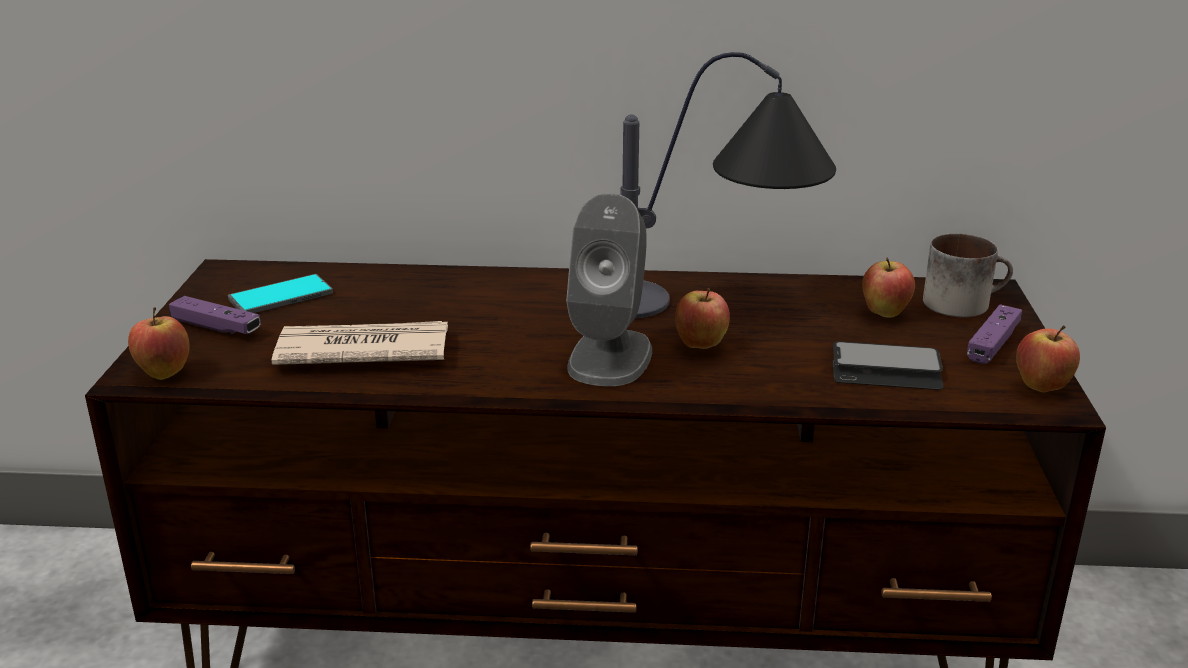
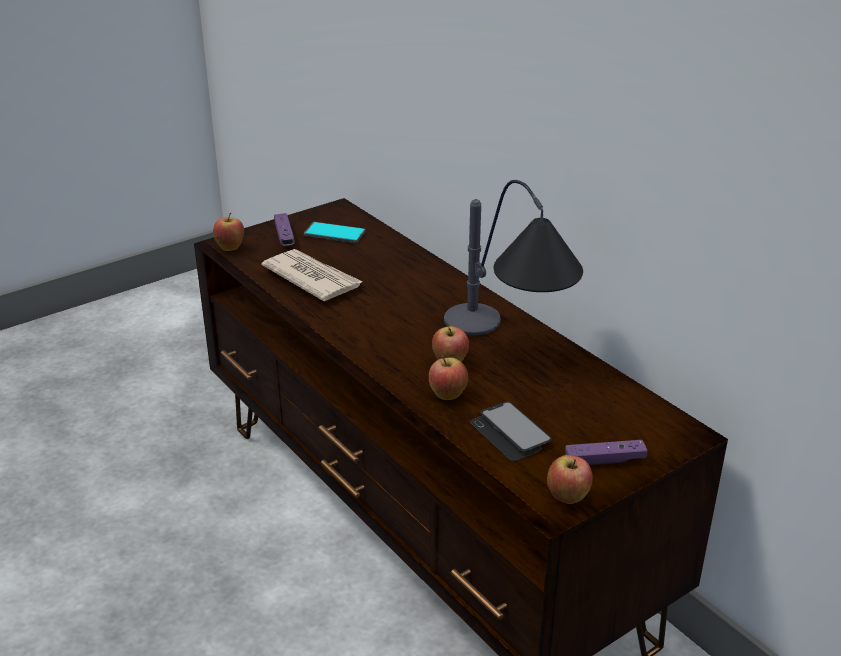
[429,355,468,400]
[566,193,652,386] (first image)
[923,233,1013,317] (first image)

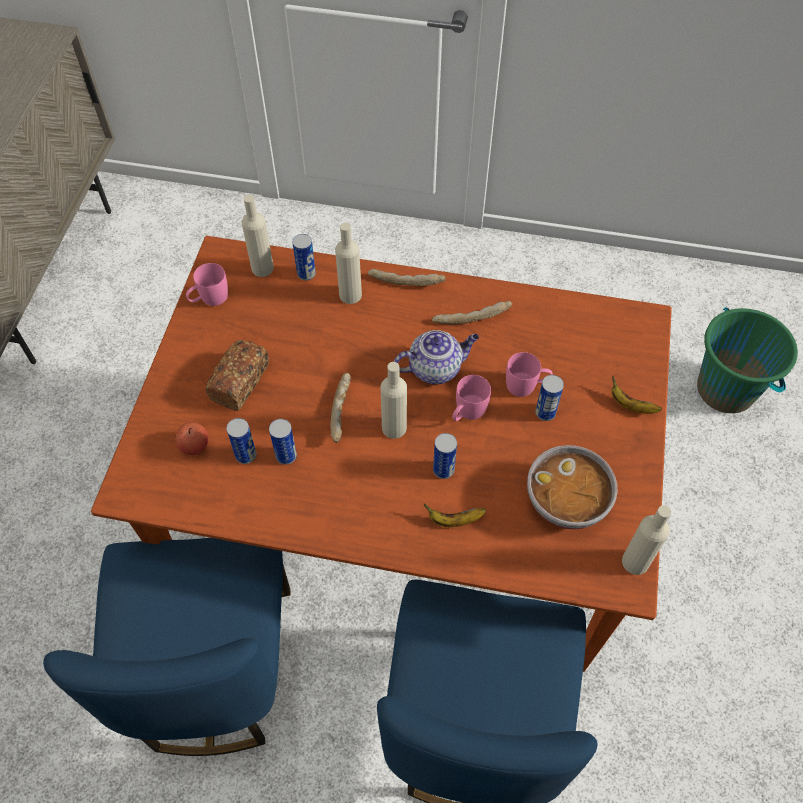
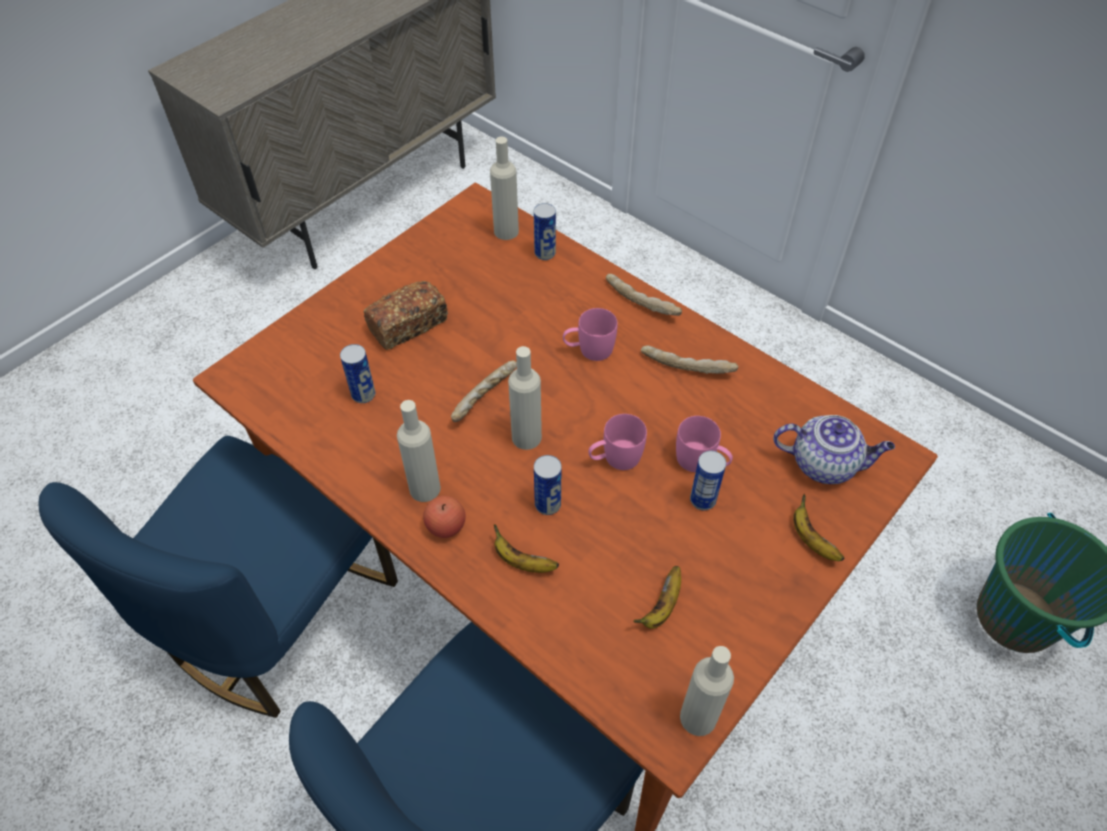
[397,400,441,502]
[423,496,466,538]
[563,308,617,361]
[633,566,681,629]
[773,415,895,484]
[269,419,297,465] (first image)

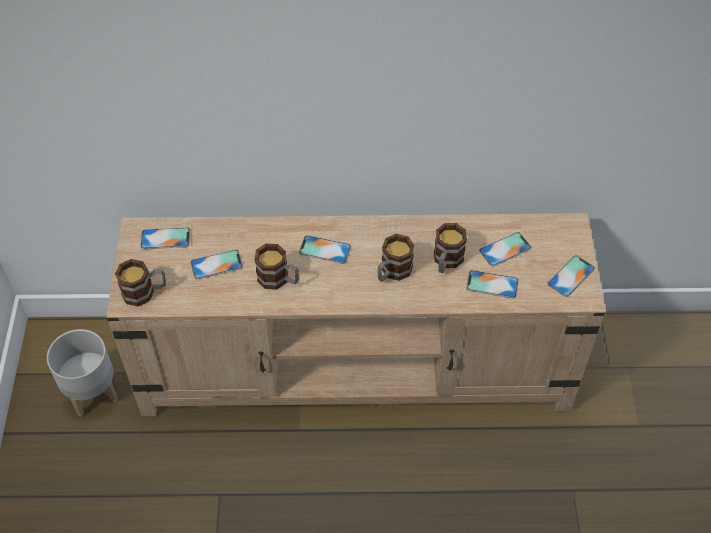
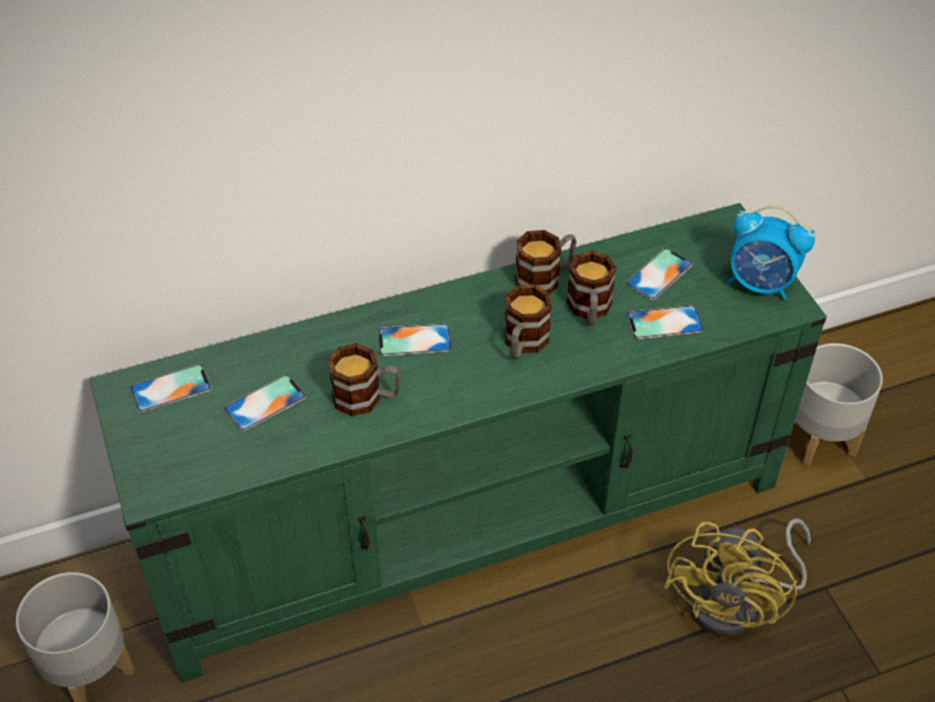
[90,203,827,683]
[515,230,577,294]
[664,518,811,636]
[727,205,815,301]
[794,343,883,467]

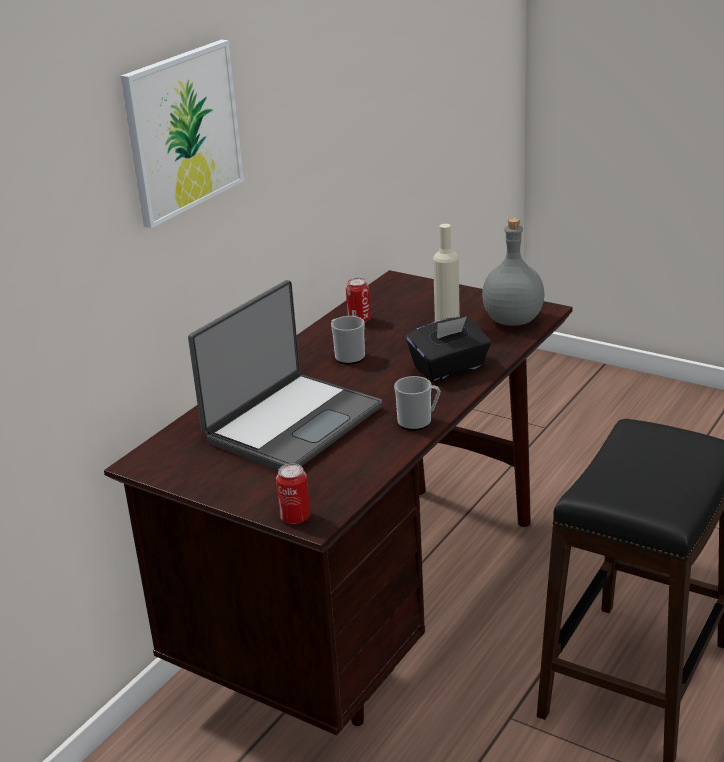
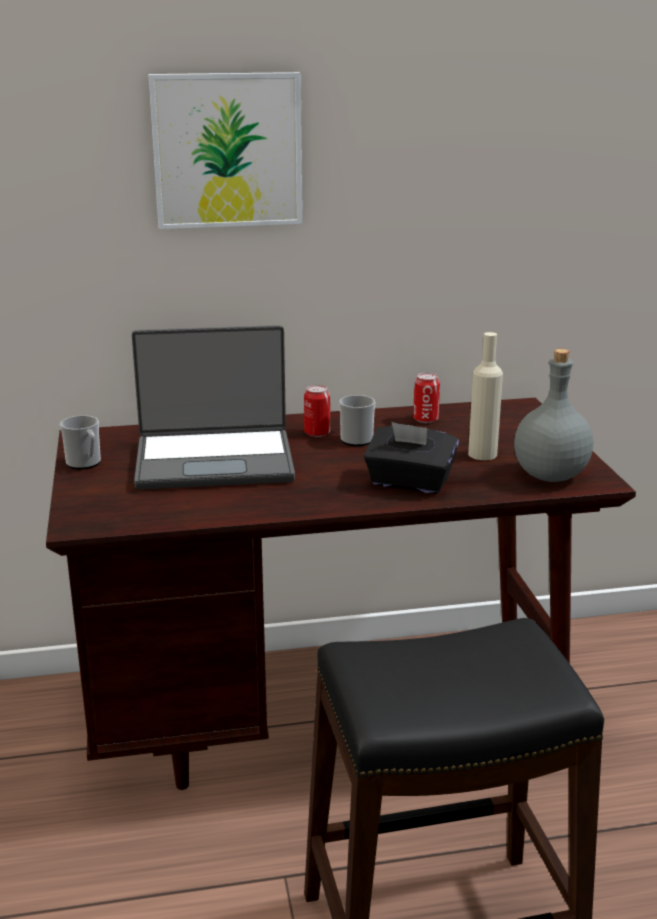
[60,415,101,470]
[304,385,330,437]

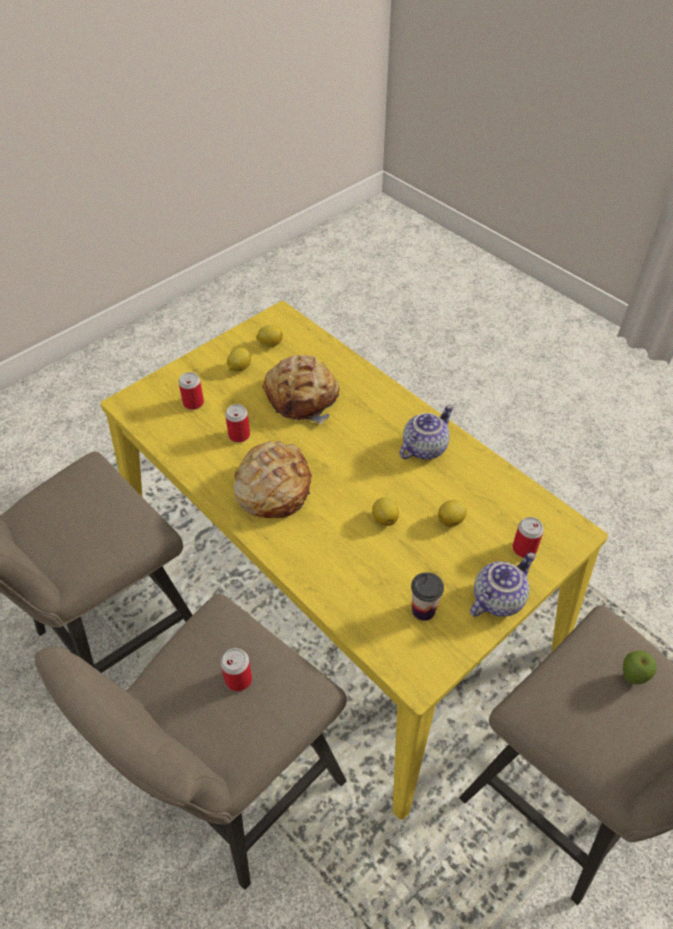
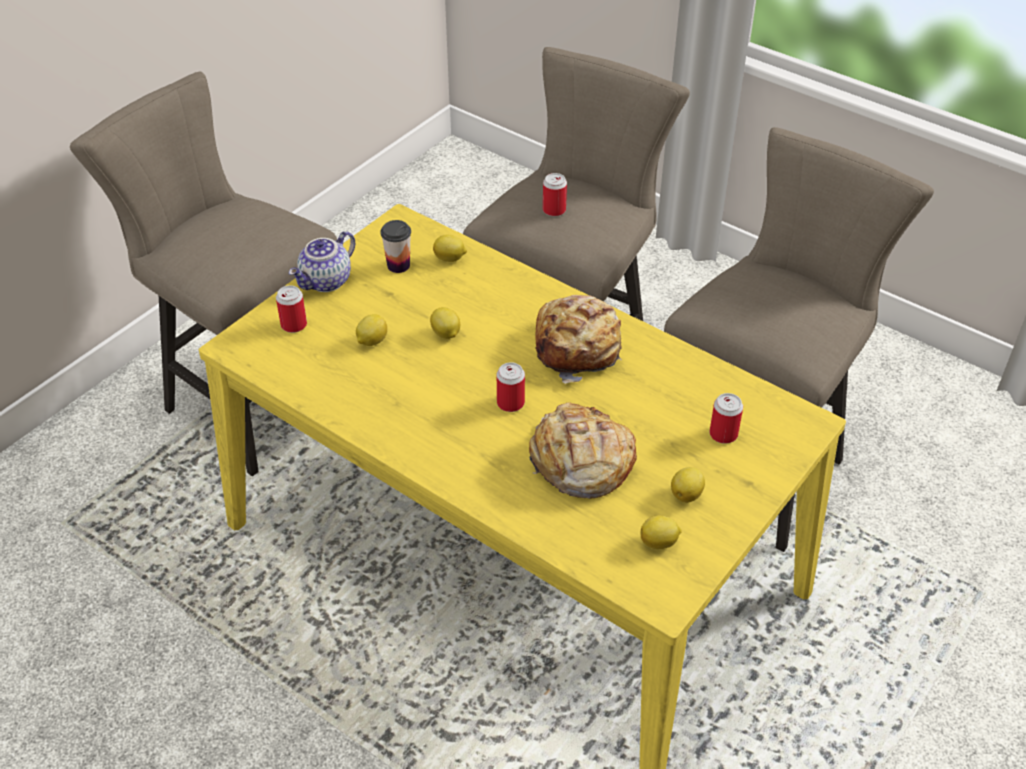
[433,235,467,262]
[497,362,525,412]
[399,405,454,459] (first image)
[623,650,657,685] (first image)

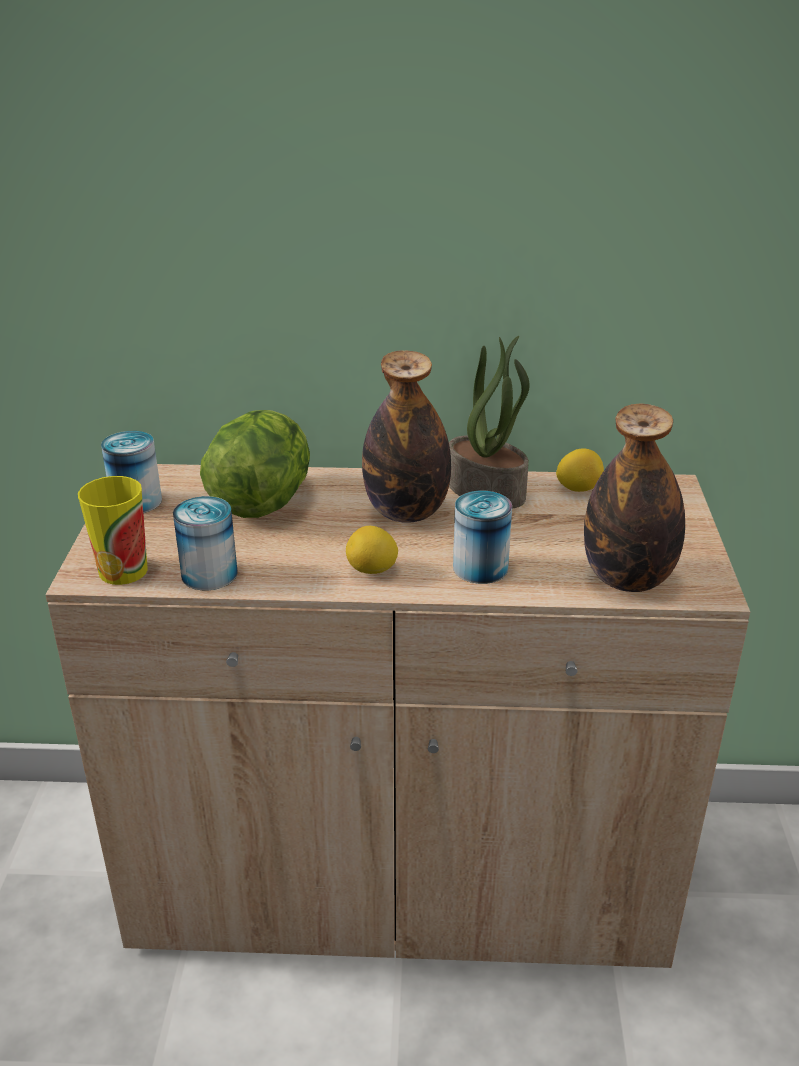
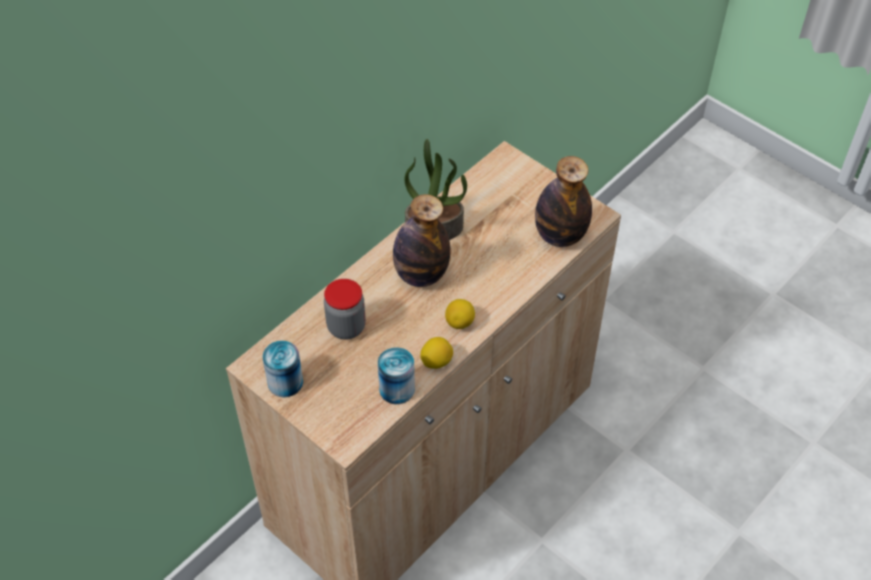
[324,279,366,340]
[420,337,453,369]
[78,476,148,585] (first image)
[453,491,512,584] (first image)

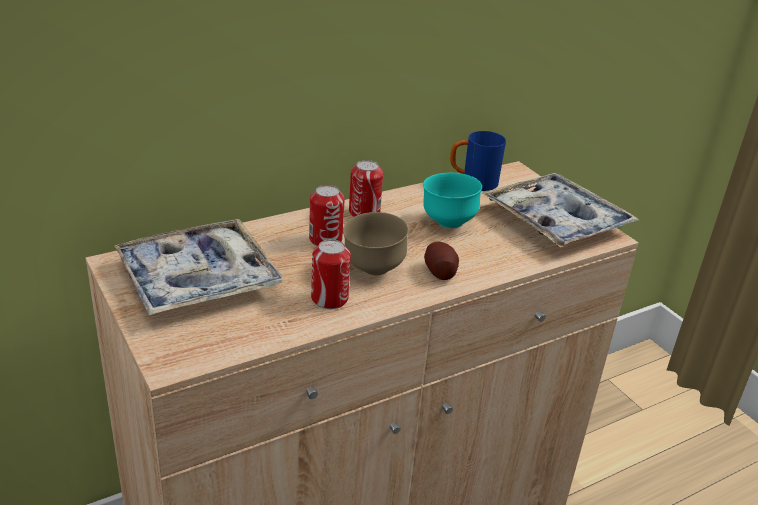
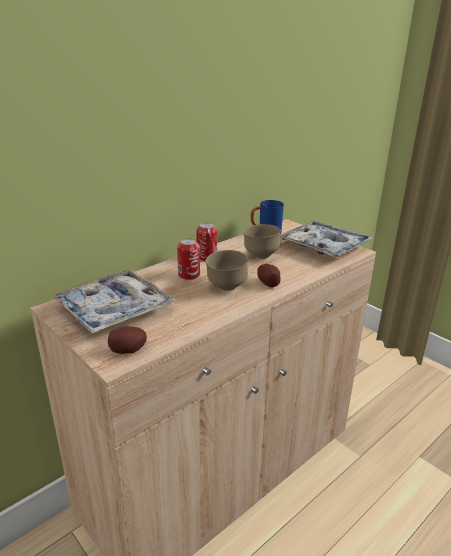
[108,326,147,354]
[243,224,281,259]
[311,239,351,309] (first image)

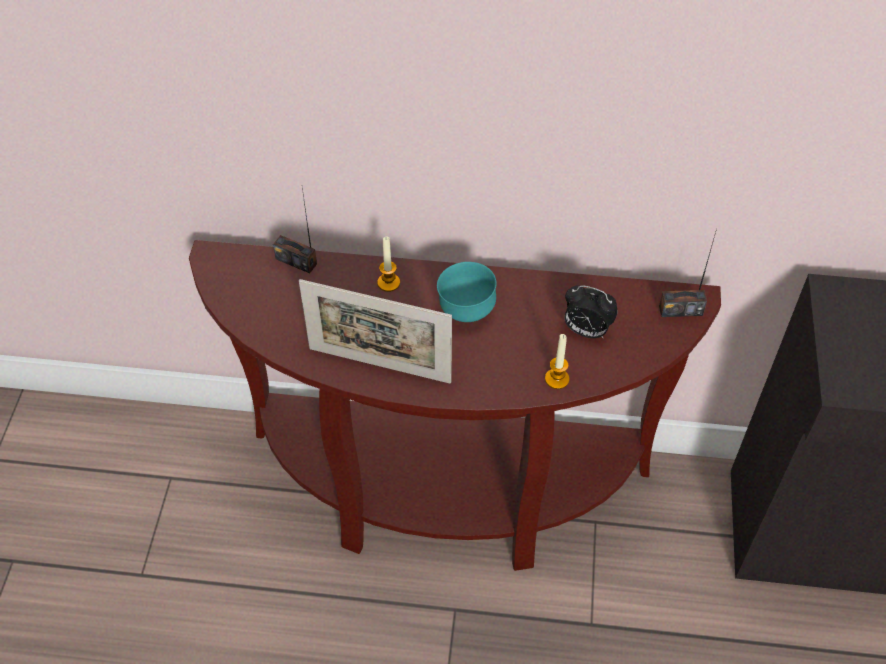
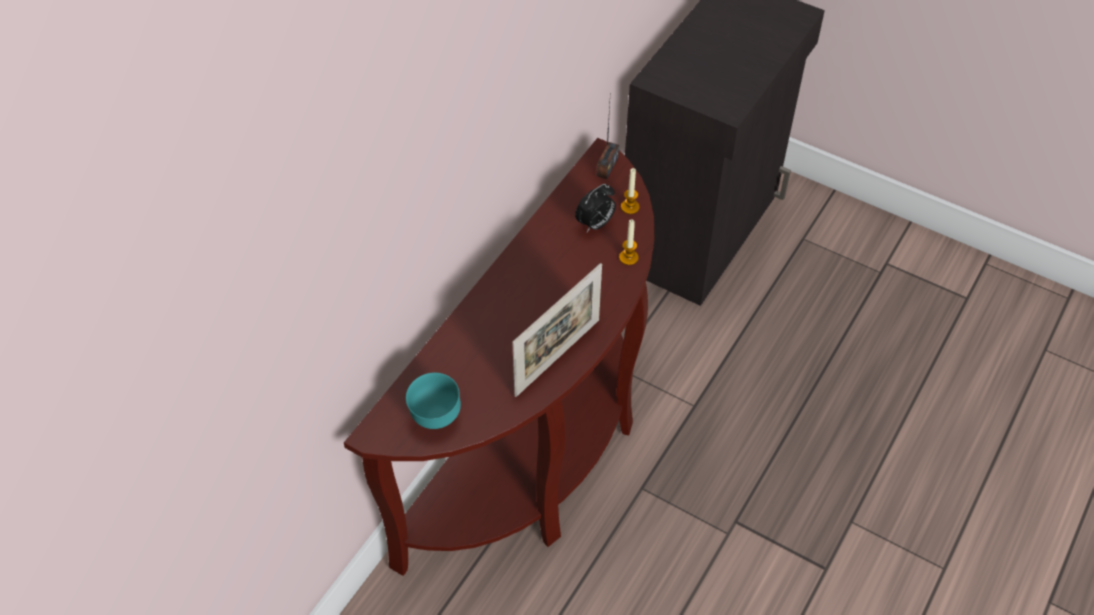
[406,373,461,429]
[621,168,640,214]
[273,188,317,273] (first image)

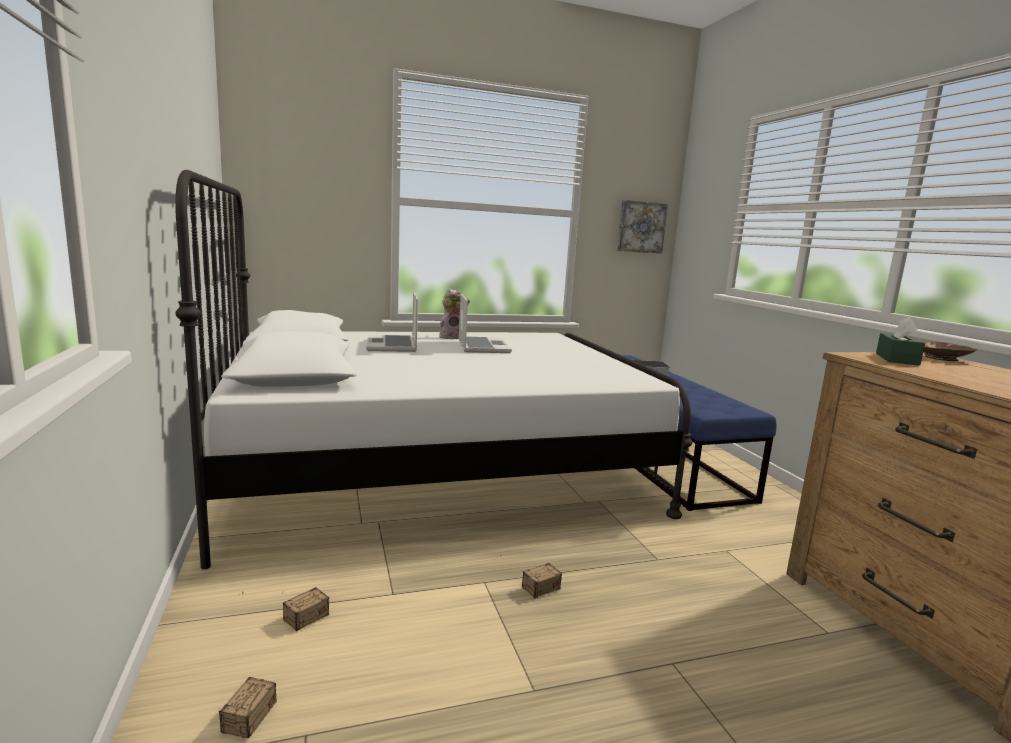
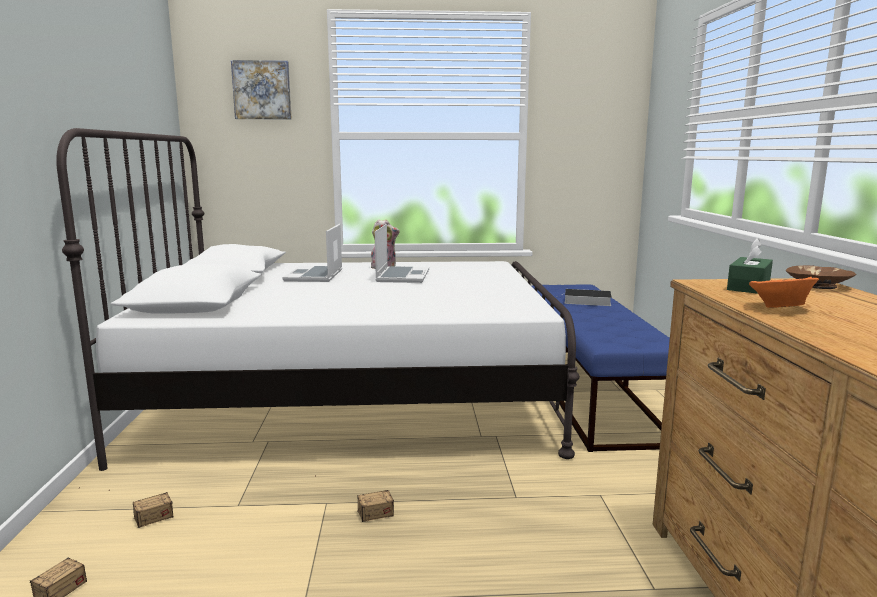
[231,60,292,119]
[749,277,819,308]

